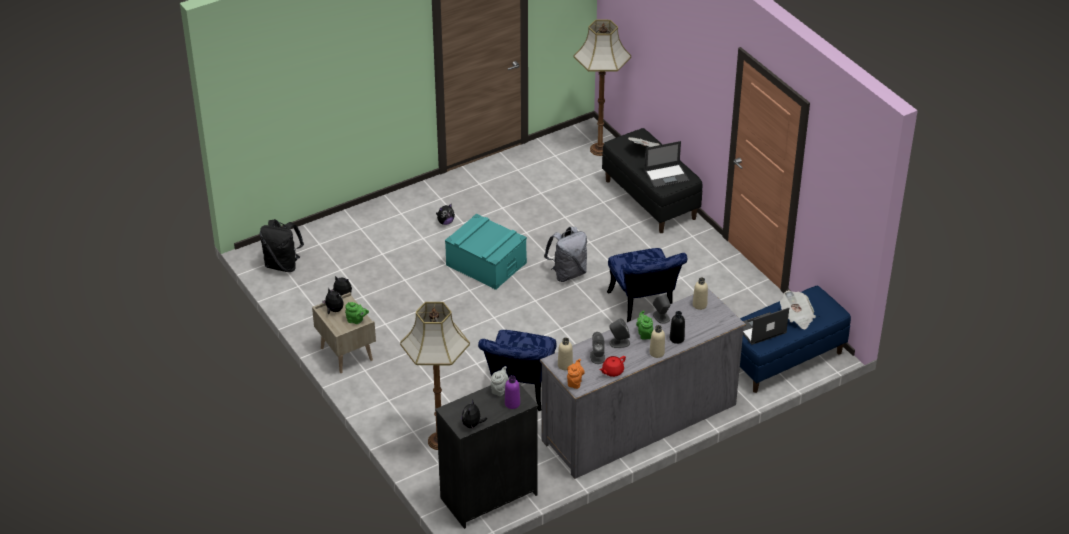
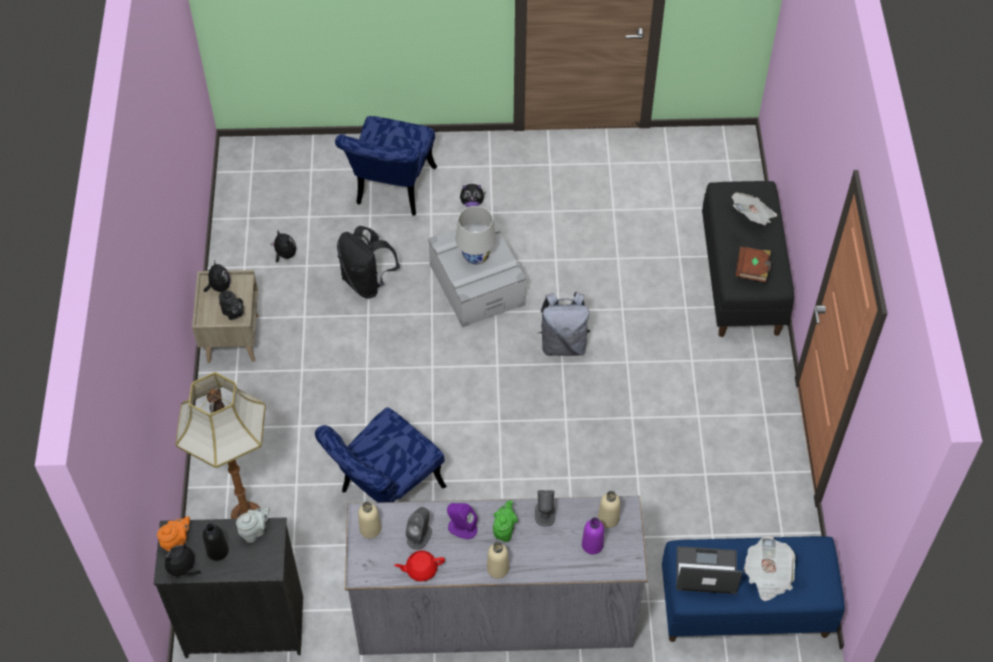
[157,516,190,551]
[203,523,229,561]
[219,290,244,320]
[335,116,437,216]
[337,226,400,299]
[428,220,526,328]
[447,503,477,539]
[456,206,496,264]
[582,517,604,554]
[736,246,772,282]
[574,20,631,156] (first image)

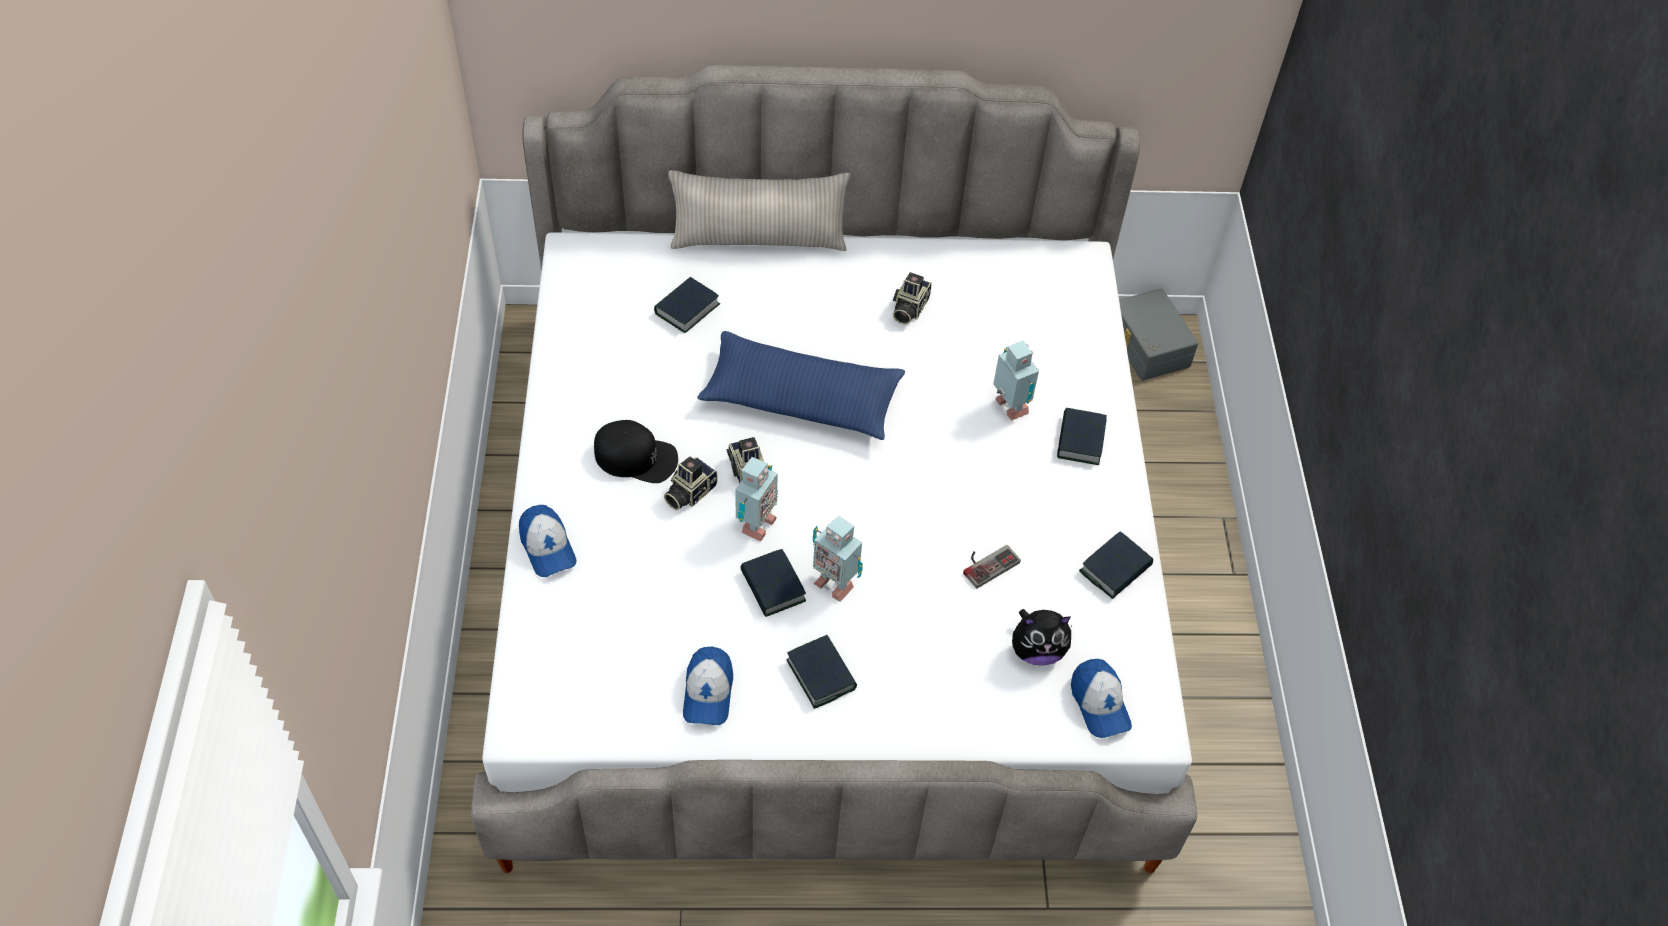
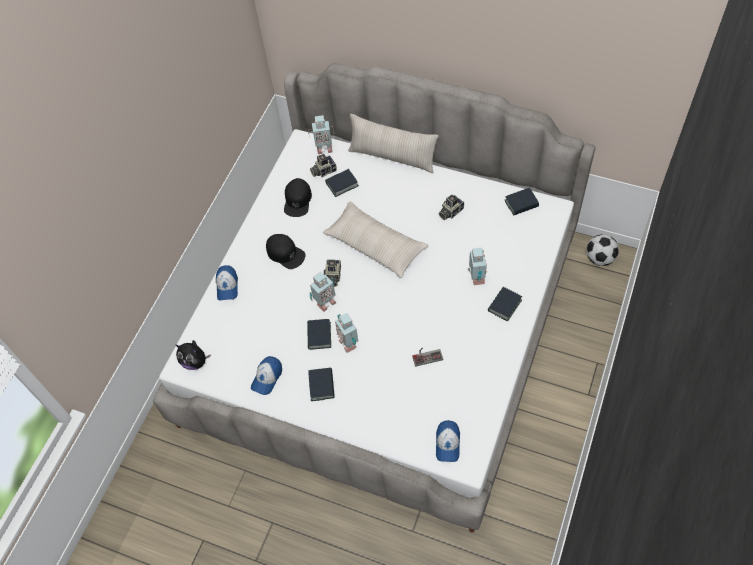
[176,340,211,370]
[284,178,312,217]
[308,115,335,154]
[310,154,337,177]
[323,202,429,278]
[505,188,539,215]
[586,234,619,266]

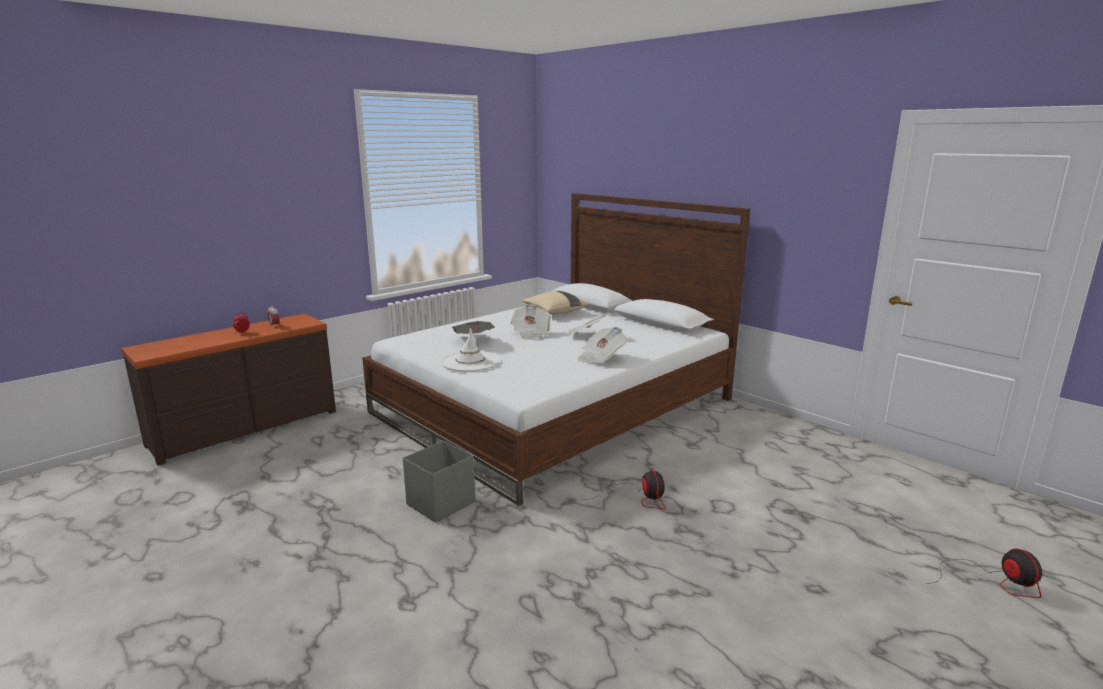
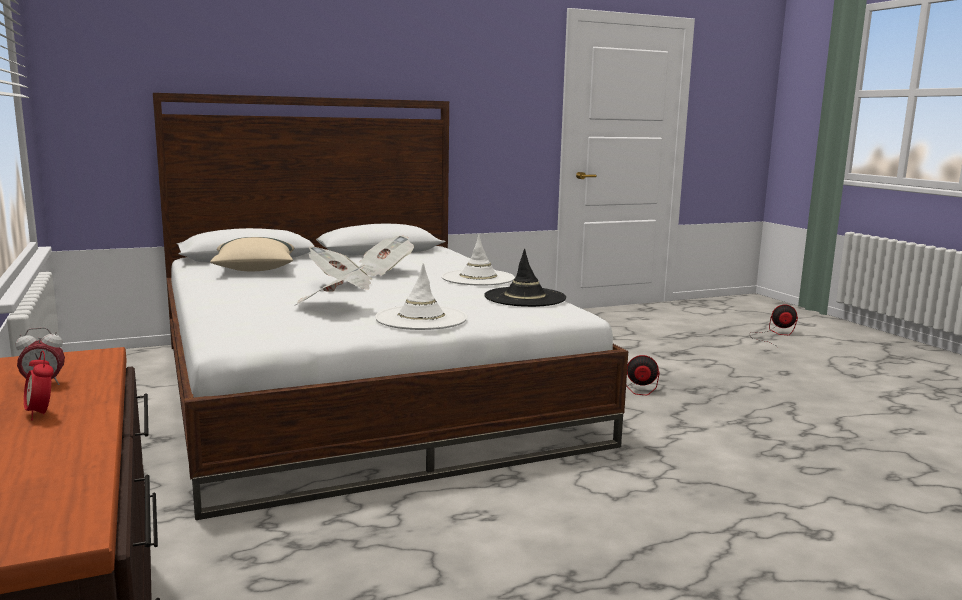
[442,235,515,286]
[484,249,566,307]
[403,441,475,523] (first image)

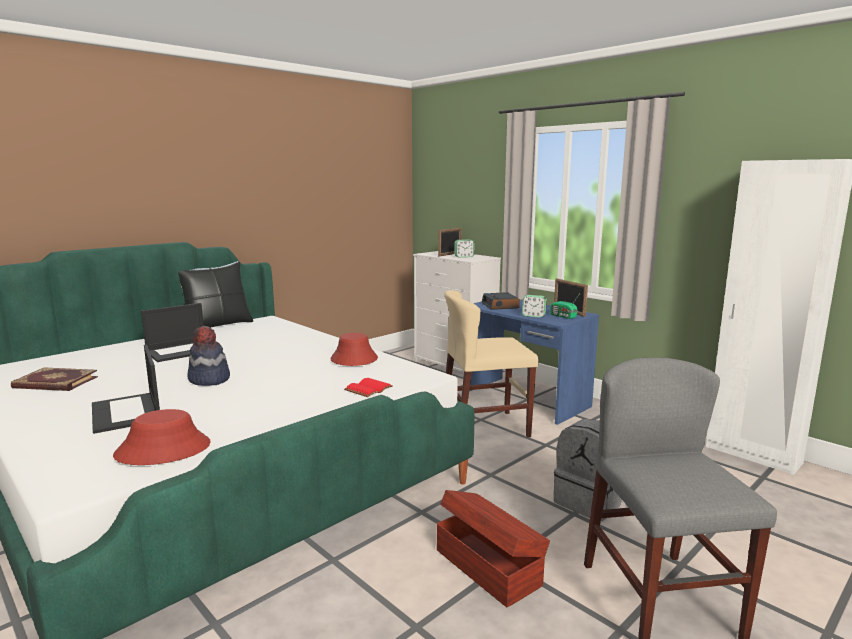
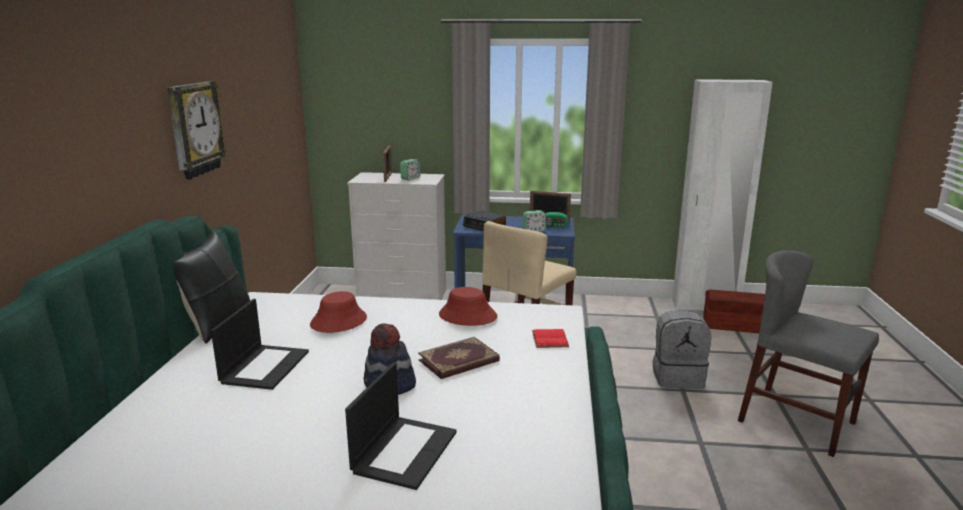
[167,81,226,179]
[310,291,367,333]
[345,362,457,490]
[418,337,500,379]
[703,290,765,333]

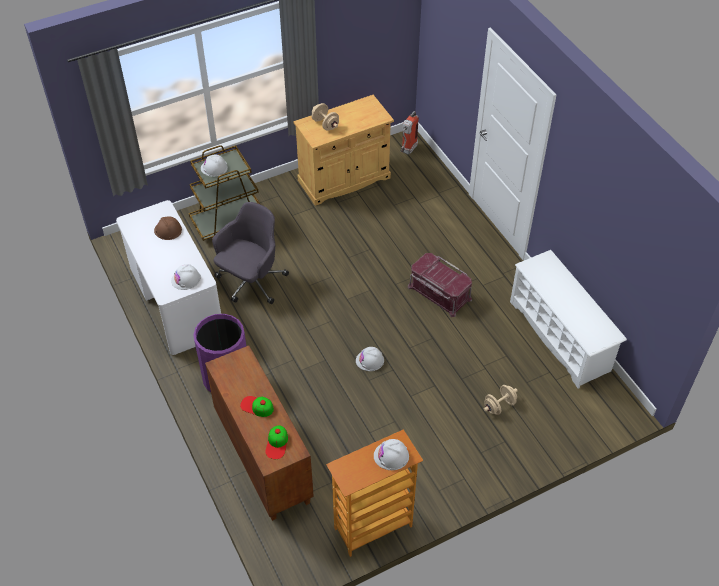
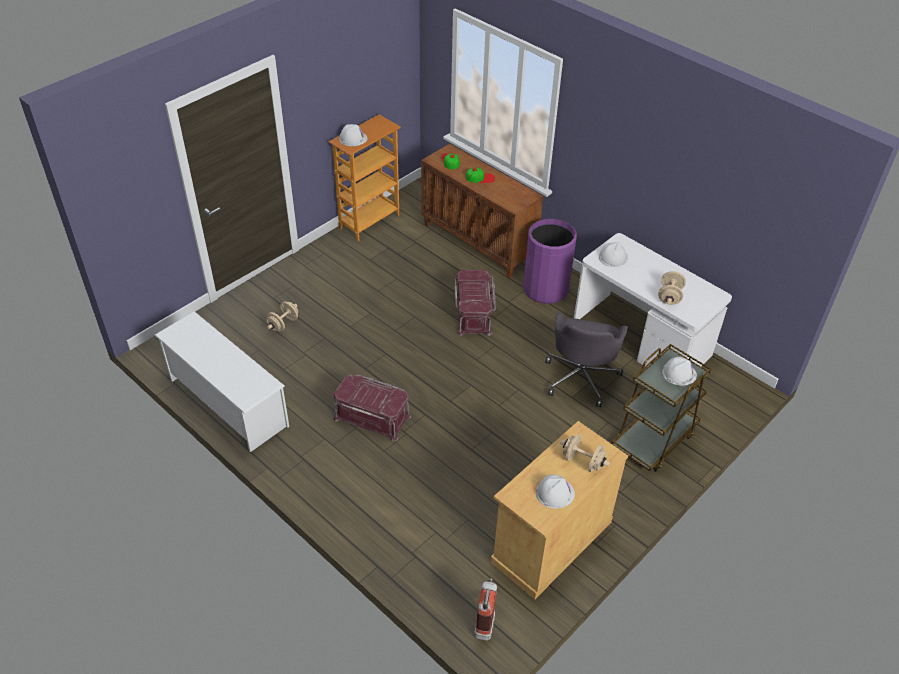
[455,270,496,336]
[536,474,575,508]
[658,271,686,305]

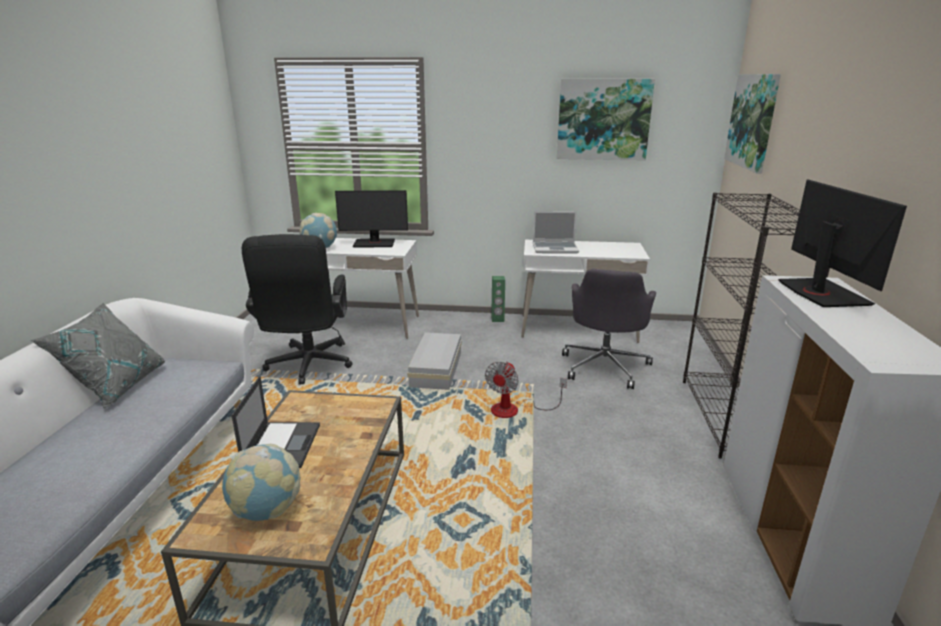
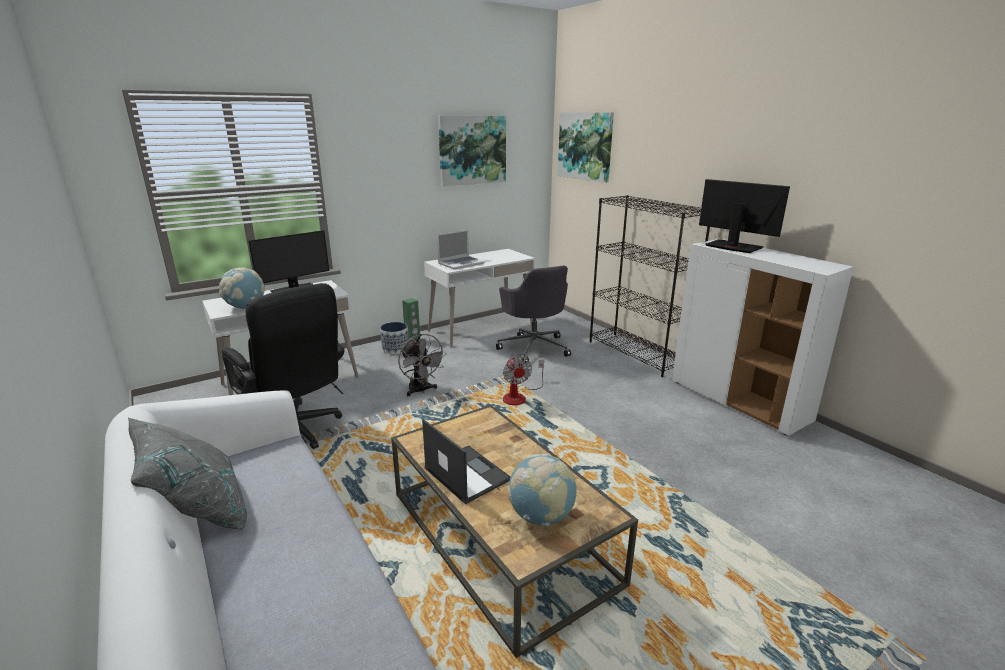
[380,322,409,354]
[398,334,447,396]

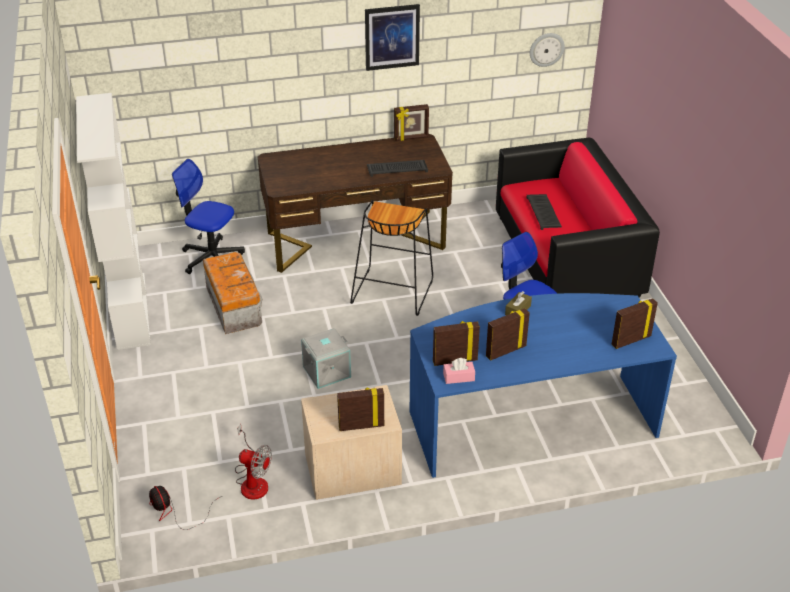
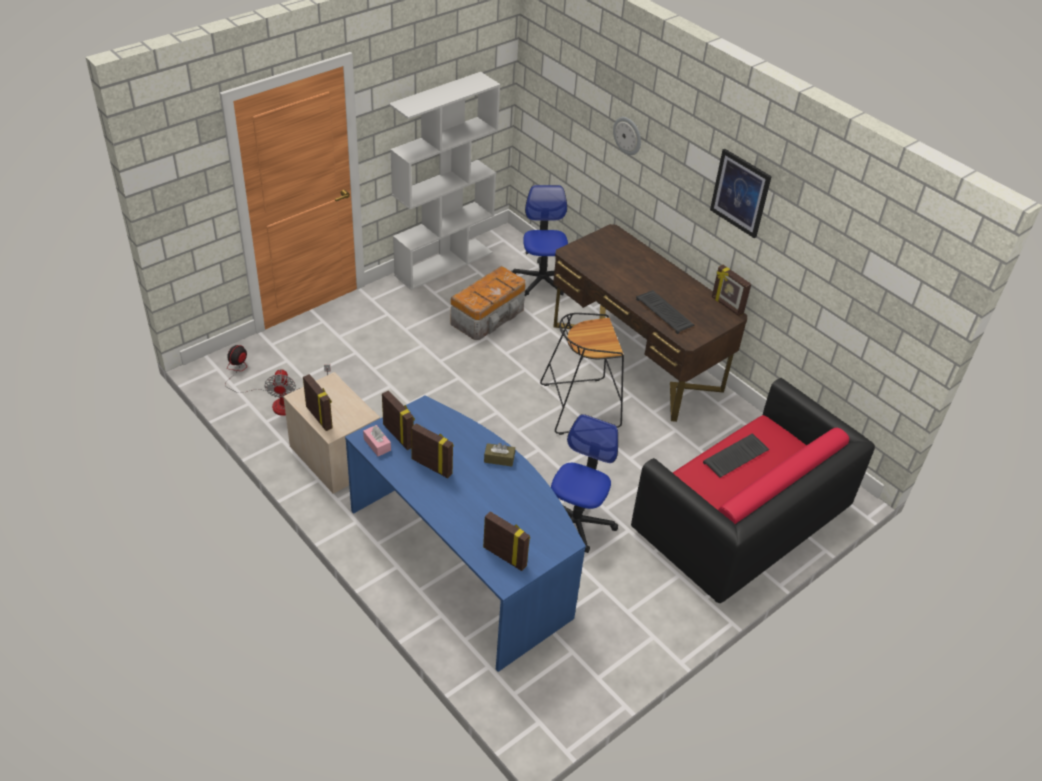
[613,117,641,155]
[301,328,351,389] (first image)

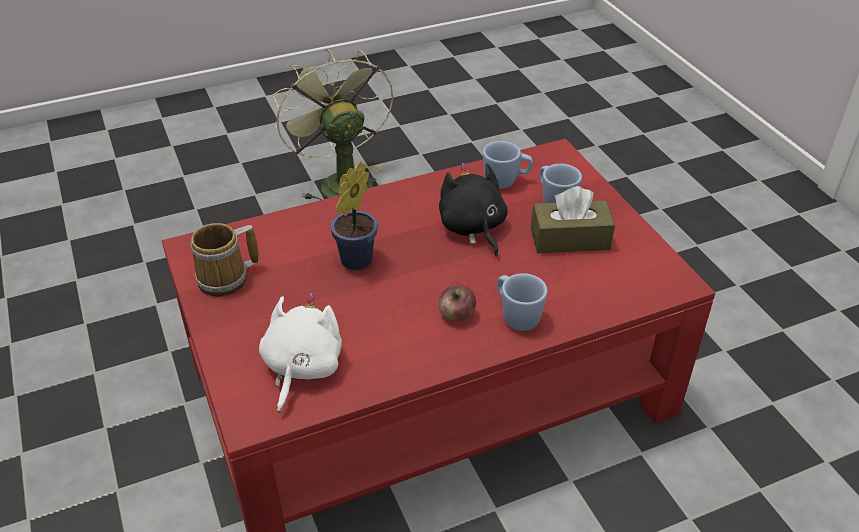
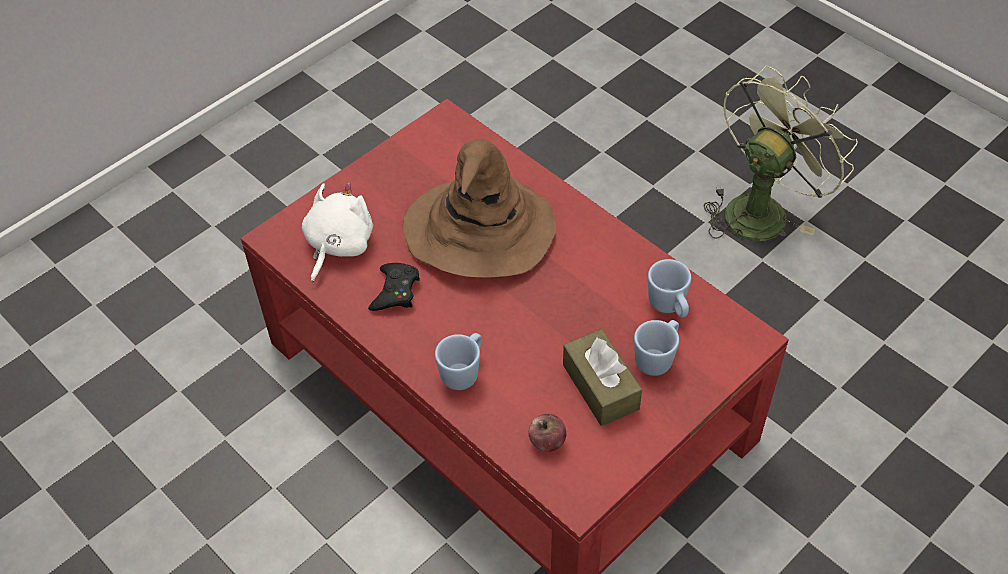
[302,182,373,283]
[368,263,420,311]
[403,139,556,278]
[528,414,566,452]
[190,223,259,297] (first image)
[439,163,508,256] (first image)

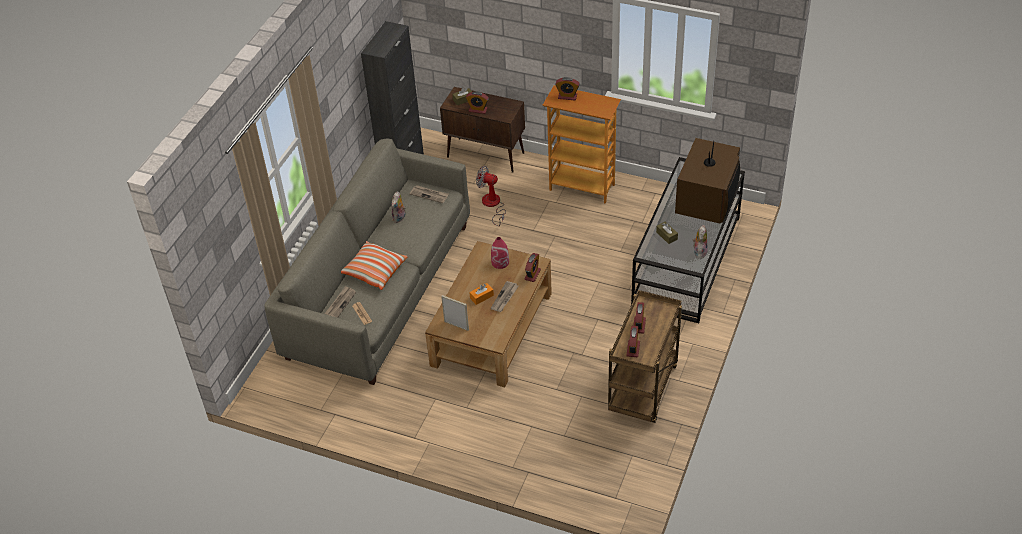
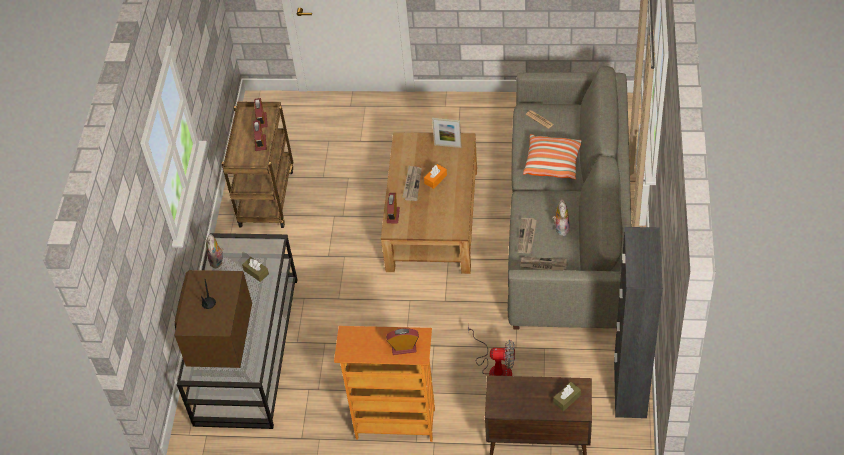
[518,218,537,253]
[466,91,489,114] (first image)
[491,237,509,269] (first image)

